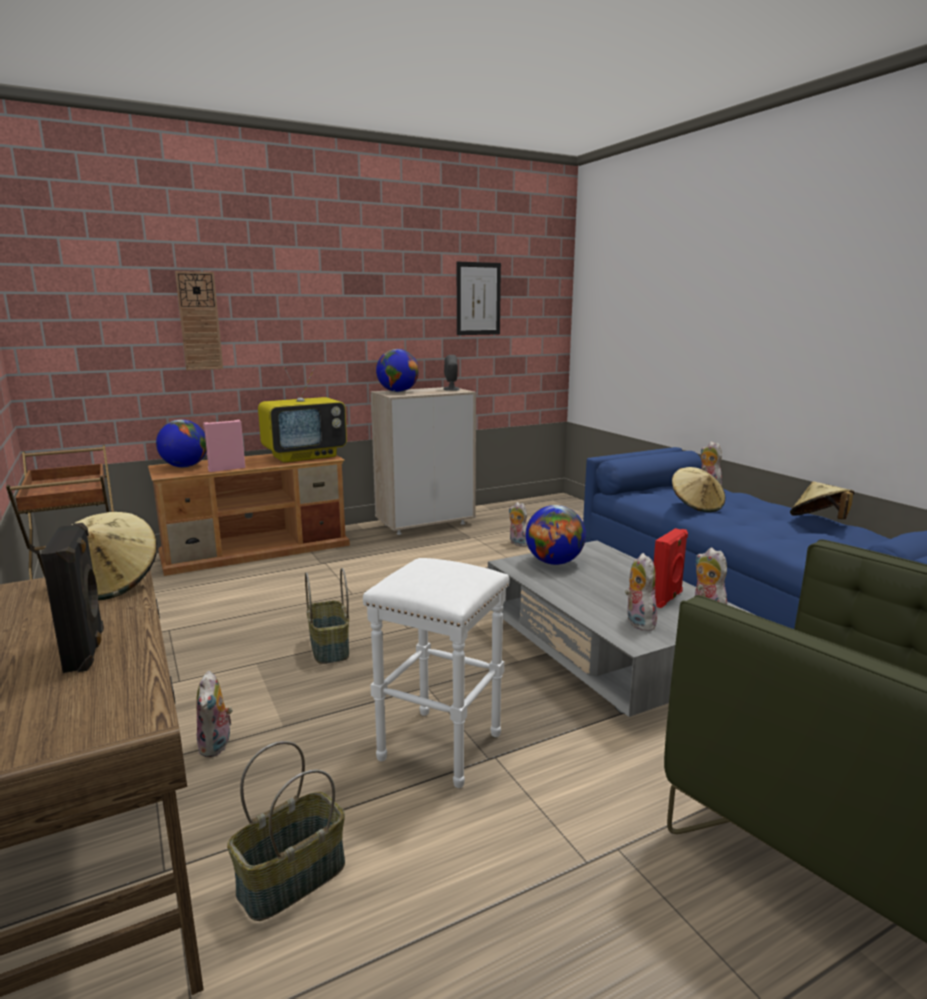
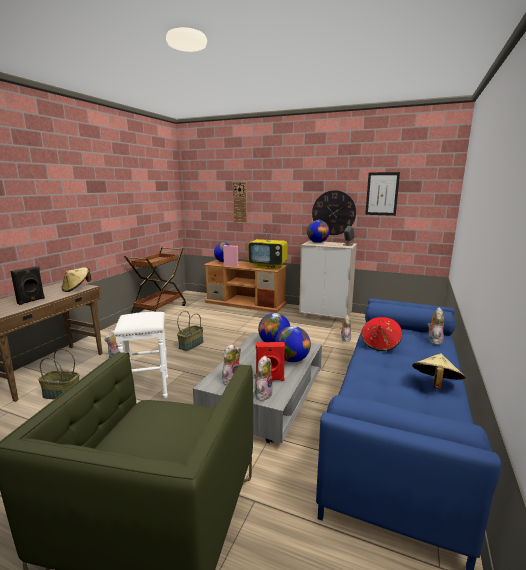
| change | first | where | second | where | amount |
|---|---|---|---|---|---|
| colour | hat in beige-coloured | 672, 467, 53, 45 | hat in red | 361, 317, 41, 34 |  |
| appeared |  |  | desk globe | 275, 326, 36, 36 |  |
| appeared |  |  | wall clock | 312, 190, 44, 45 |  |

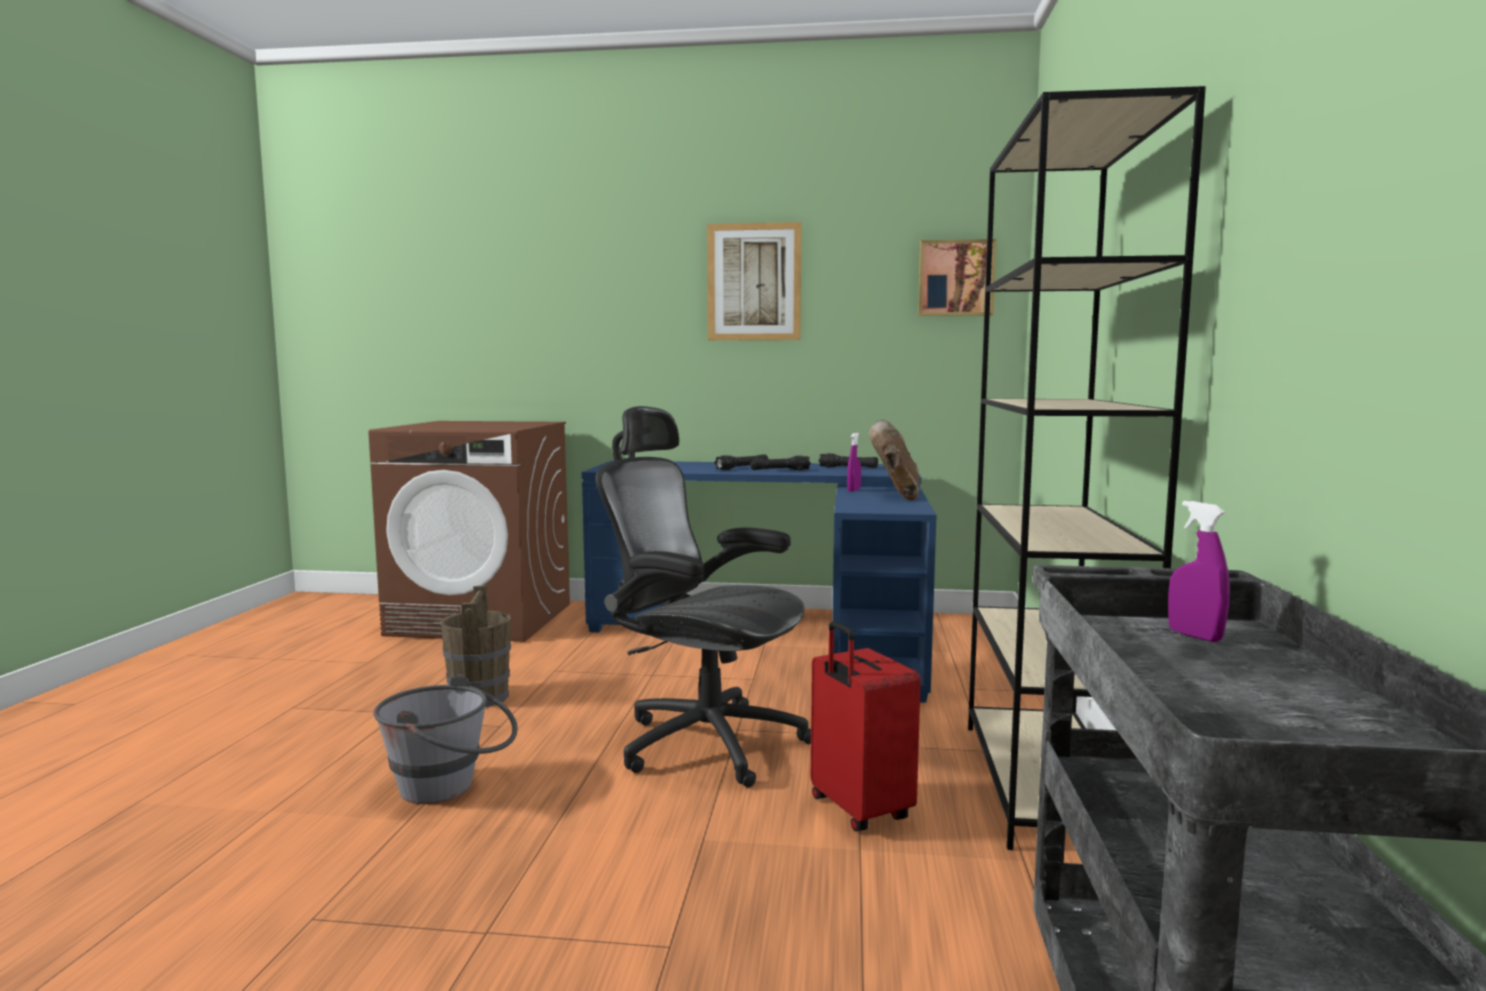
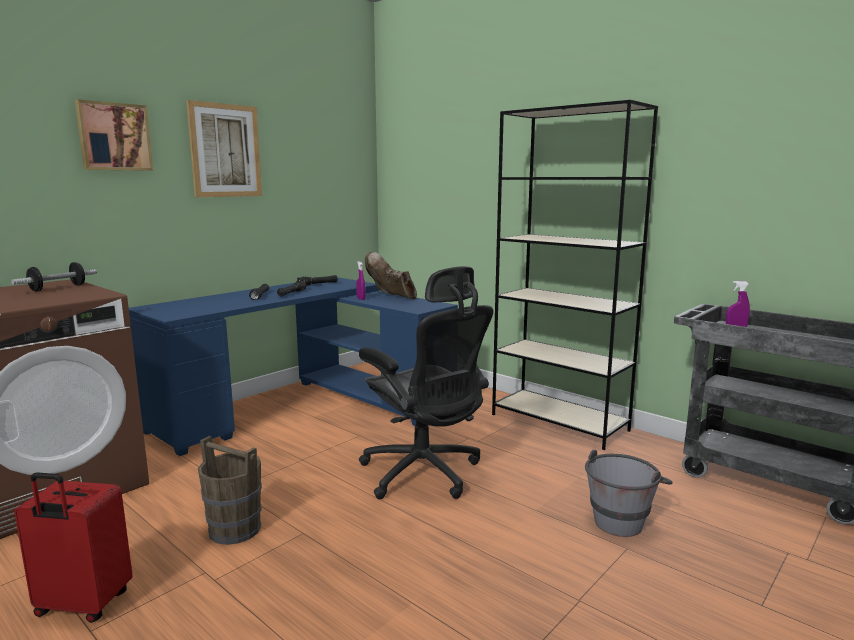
| change | first | where | second | where | amount |
|---|---|---|---|---|---|
| relocated | bucket in gray | 373, 674, 145, 130 |  | 585, 450, 88, 87 |  |
| spun | desk chair | 595, 406, 216, 382 |  | 359, 266, 134, 233 | 105 degrees counterclockwise |
| relocated | suitcase in red | 811, 621, 110, 210 |  | 14, 472, 119, 151 |  |
| relocated | wall picture | 918, 239, 79, 77 |  | 75, 99, 78, 72 |  |
| appeared |  |  | dumbbell | 11, 262, 86, 30 |  |

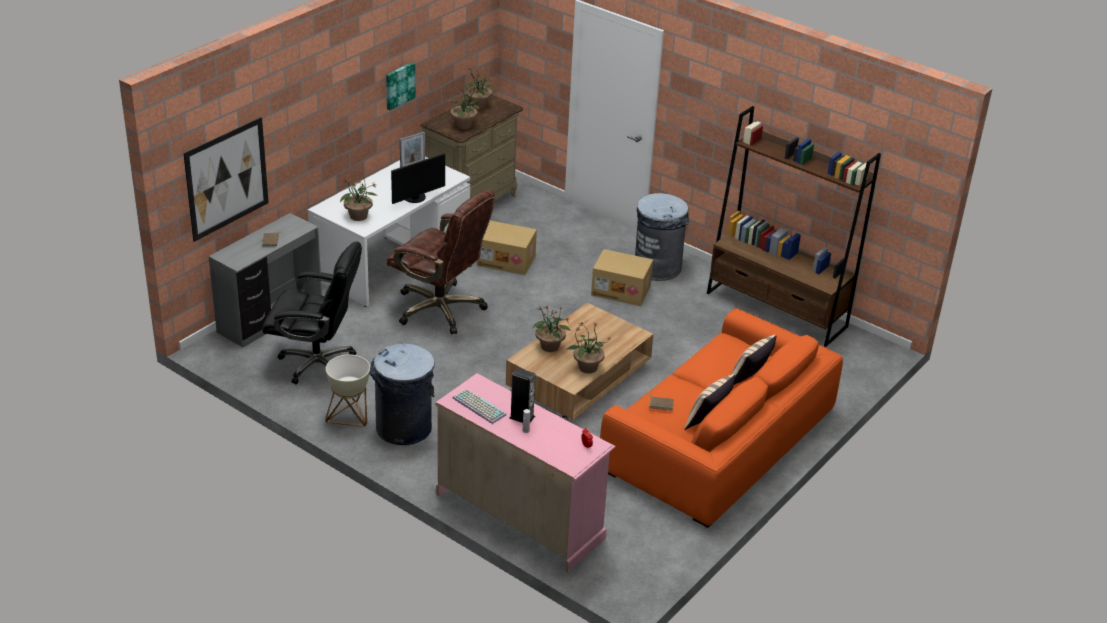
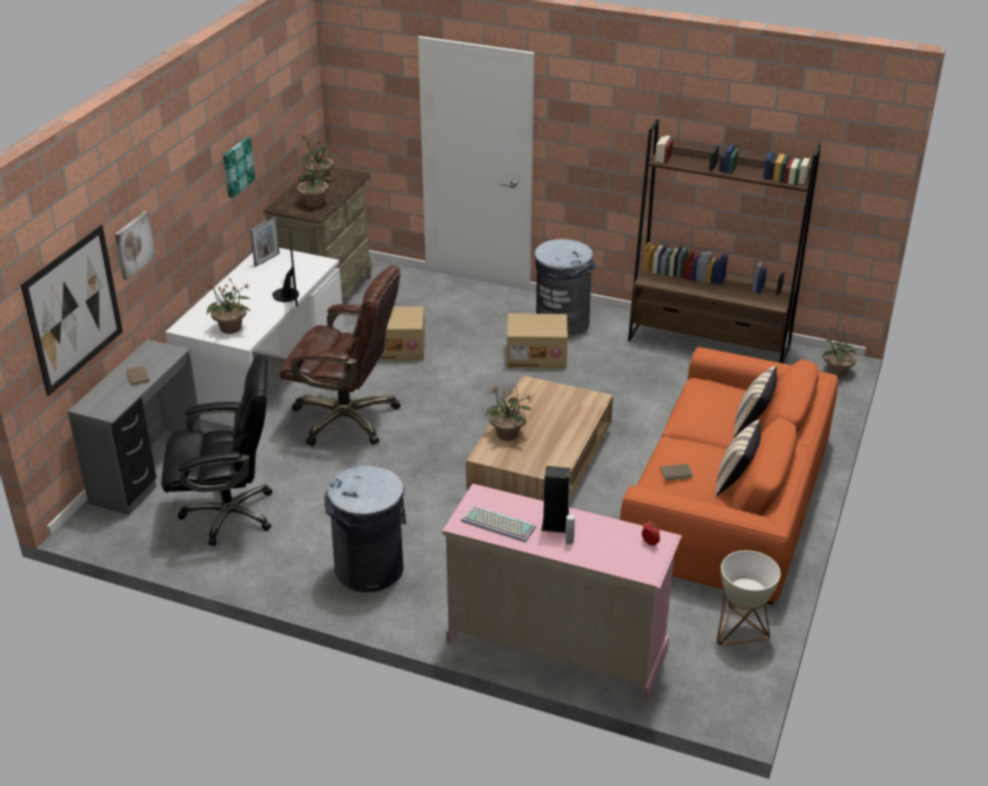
| change | first | where | second | where | amount |
|---|---|---|---|---|---|
| relocated | planter | 325, 354, 45, 73 |  | 717, 550, 64, 95 |  |
| spun | computer screen | 391, 153, 54, 51 |  | 272, 230, 27, 77 | 45 degrees counterclockwise |
| relocated | plant in a pot | 566, 321, 45, 52 |  | 821, 324, 41, 54 |  |
| appeared |  |  | wall picture | 115, 211, 41, 69 |  |

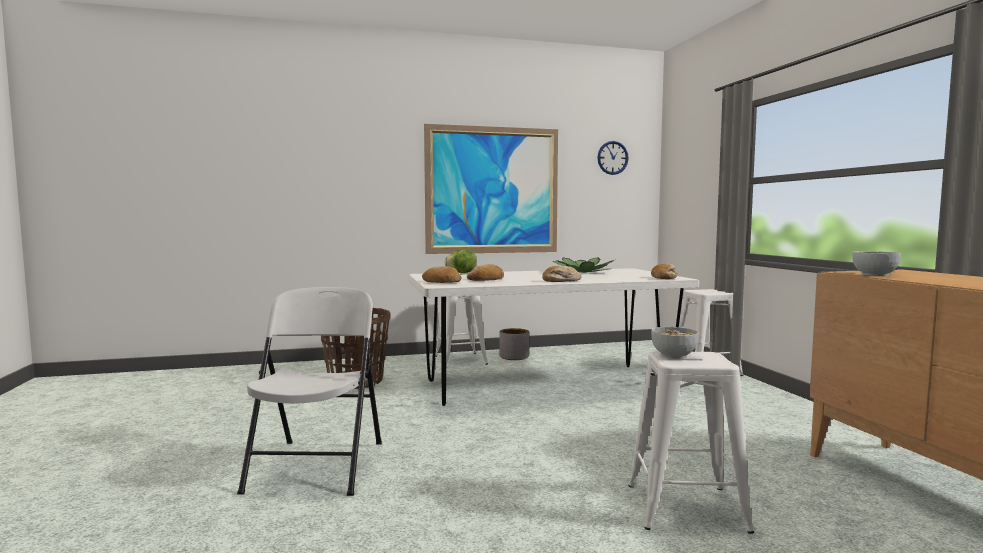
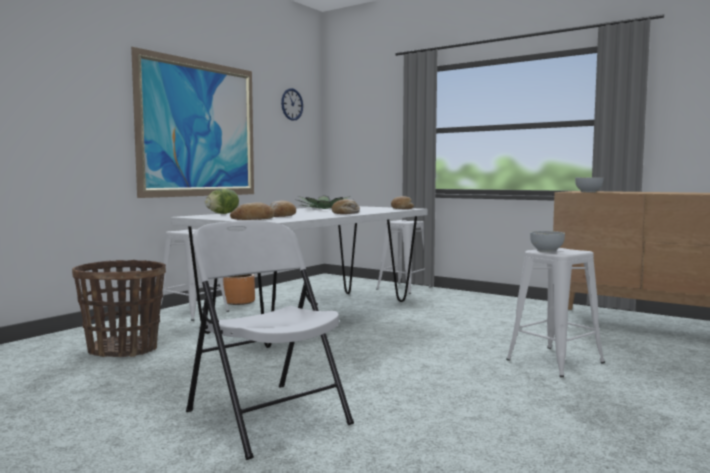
| change | first | where | second | where | amount |
|---|---|---|---|---|---|
| colour | planter in gray | 499, 328, 30, 32 | planter in orangey | 223, 274, 32, 31 |  |

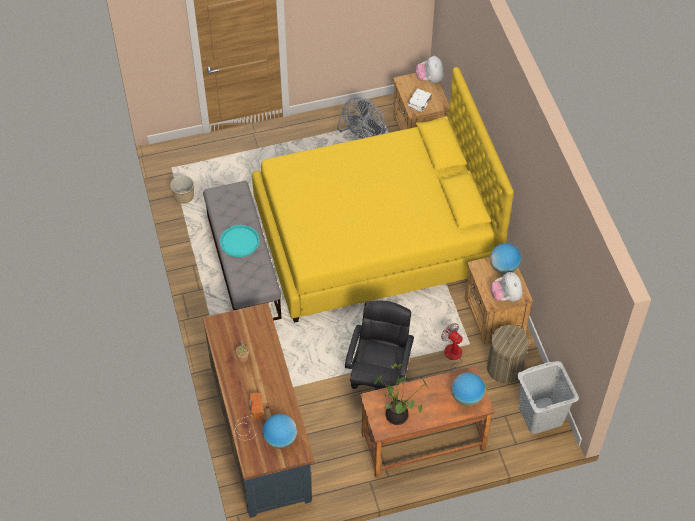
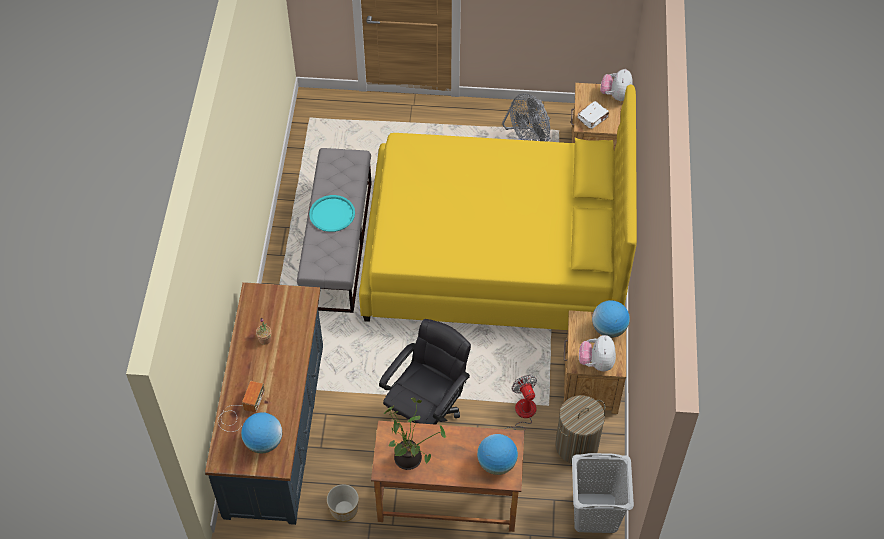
| change | first | where | second | where | amount |
|---|---|---|---|---|---|
| relocated | planter | 170, 175, 24, 29 |  | 327, 484, 32, 38 |  |

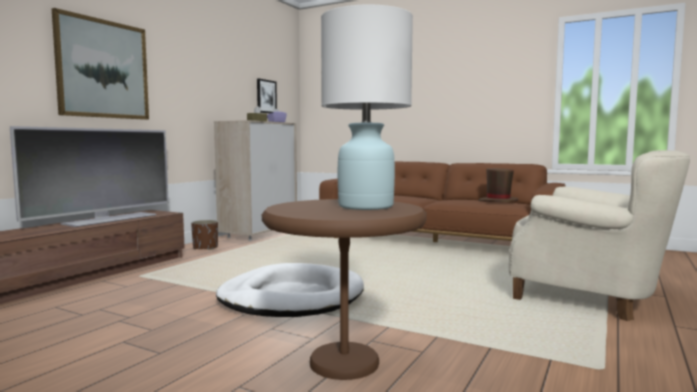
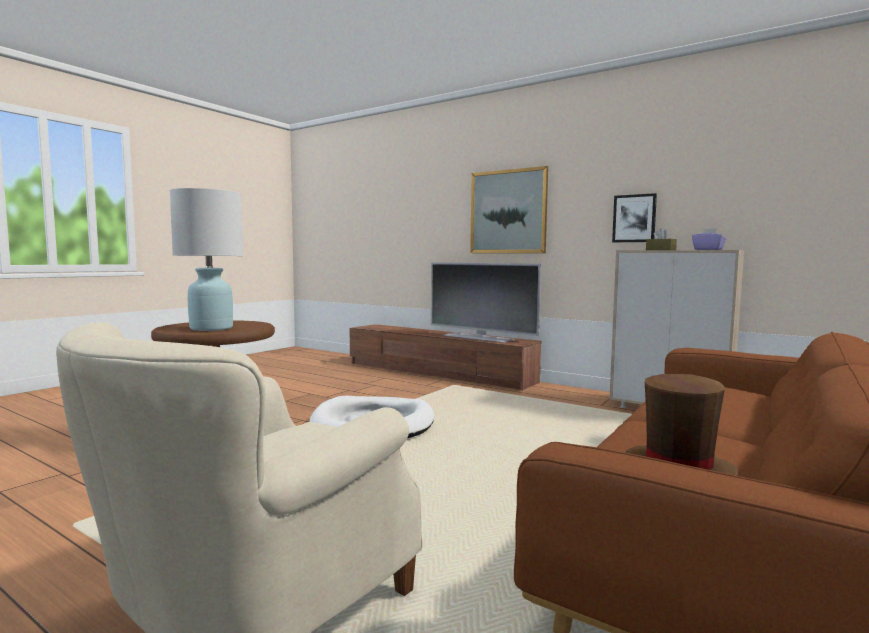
| change | first | where | second | where | amount |
|---|---|---|---|---|---|
| missing | planter in brown-coloured | 191, 220, 27, 30 |  |  |  |
| relocated | wall picture | 257, 78, 20, 35 |  | 612, 193, 45, 49 |  |

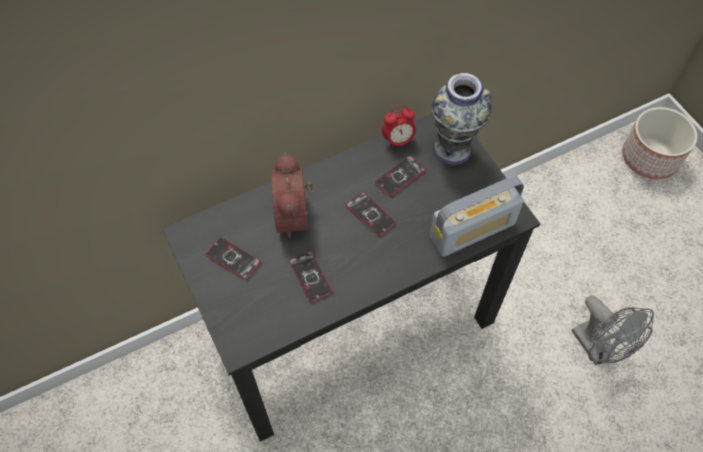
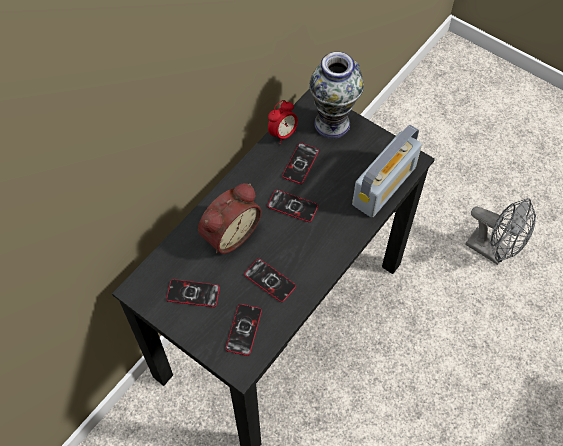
| change | first | where | second | where | amount |
|---|---|---|---|---|---|
| spun | table clock | 271, 153, 42, 85 |  | 198, 183, 64, 71 | 105 degrees counterclockwise |
| missing | planter | 623, 107, 74, 72 |  |  |  |
| appeared |  |  | telephone | 225, 304, 37, 52 |  |

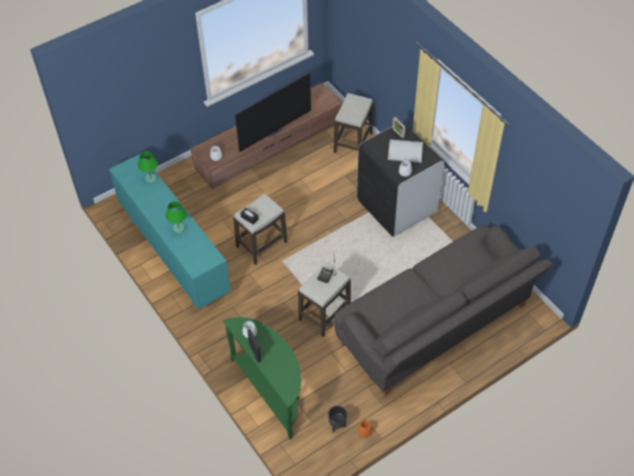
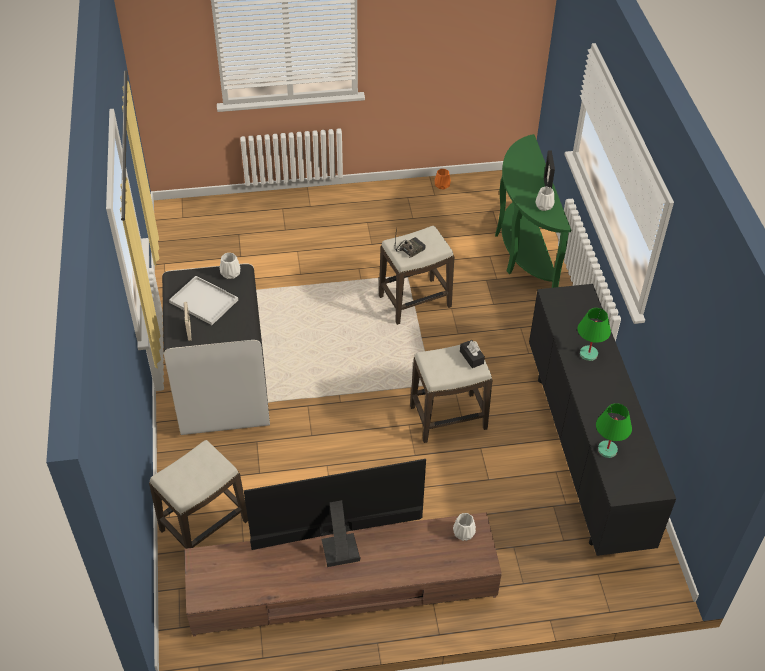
| change | first | where | second | where | amount |
|---|---|---|---|---|---|
| colour | storage cabinet in turquoise | 109, 154, 122, 155 | storage cabinet in blackish | 529, 284, 147, 272 |  |
| missing | planter in blackish | 328, 406, 19, 26 |  |  |  |
| missing | settee in gray | 334, 225, 219, 171 |  |  |  |

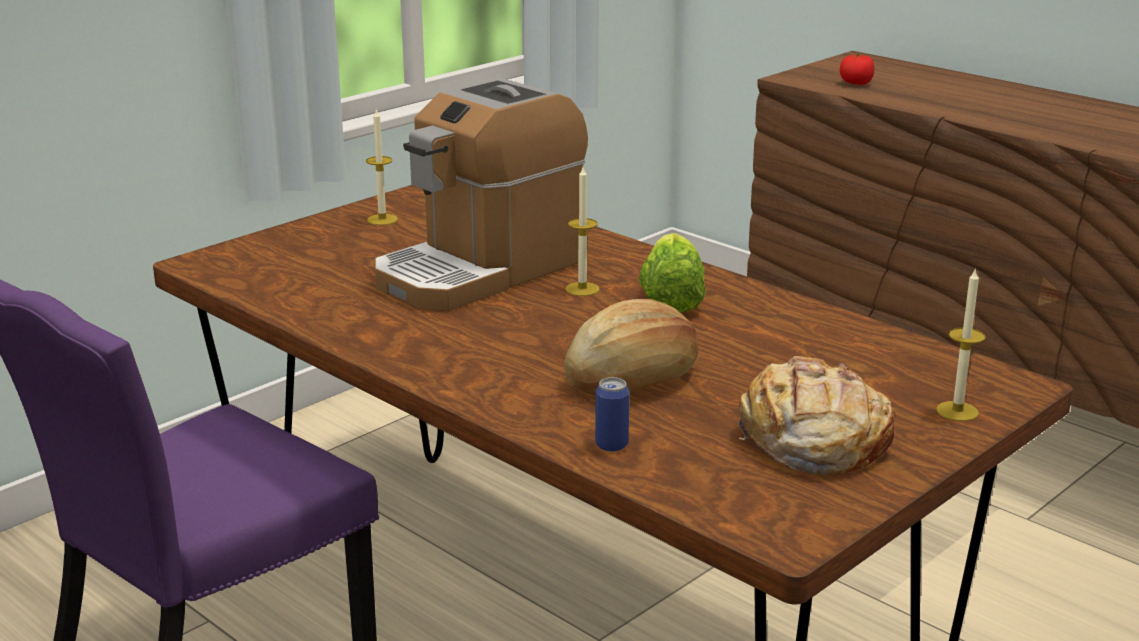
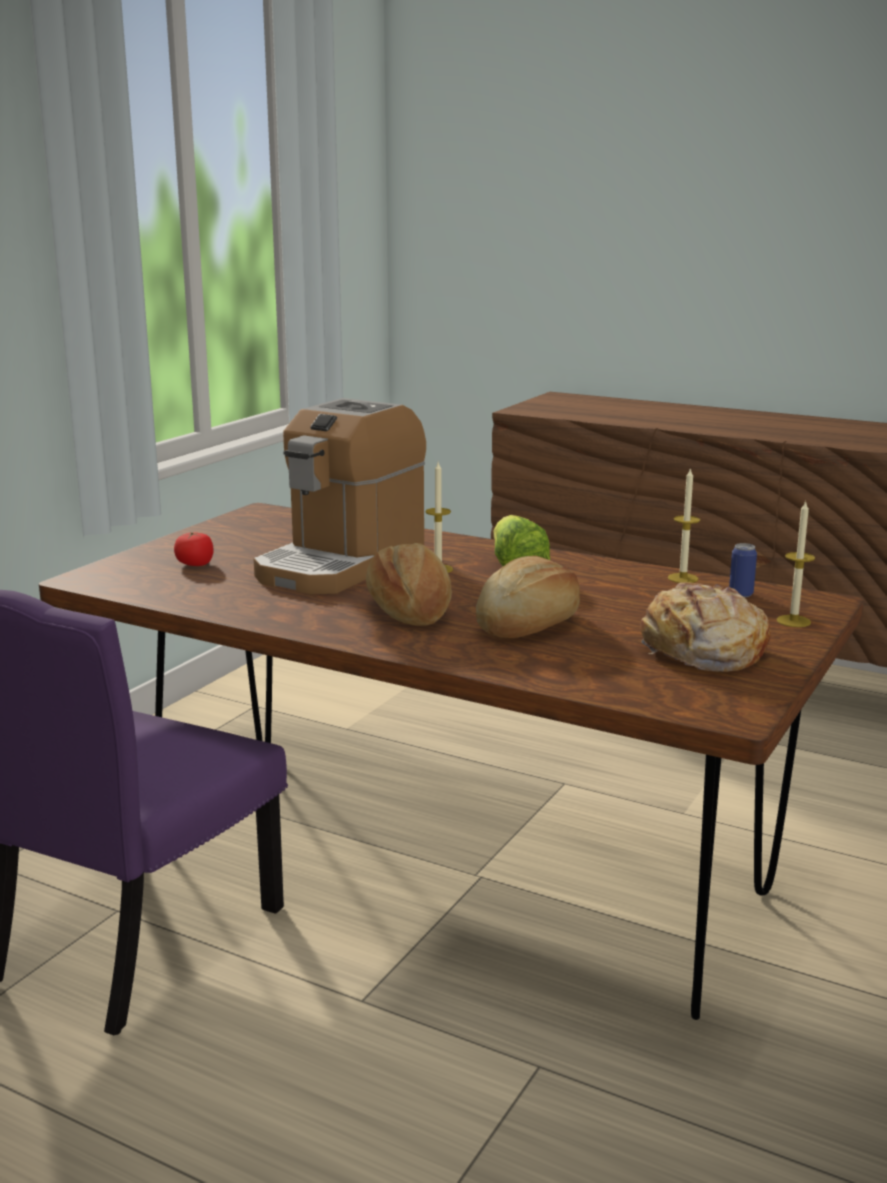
| change | first | where | second | where | amount |
|---|---|---|---|---|---|
| relocated | wax candle | 366, 109, 32, 116 |  | 668, 467, 32, 116 |  |
| relocated | sealed can | 595, 377, 35, 75 |  | 729, 543, 28, 54 |  |
| relocated | fresh tomato | 840, 54, 34, 31 |  | 174, 532, 40, 34 |  |
| appeared |  |  | baked bread | 366, 543, 86, 83 |  |

